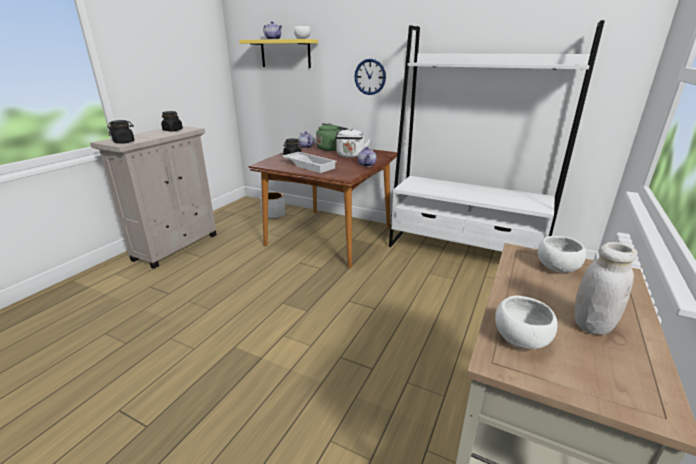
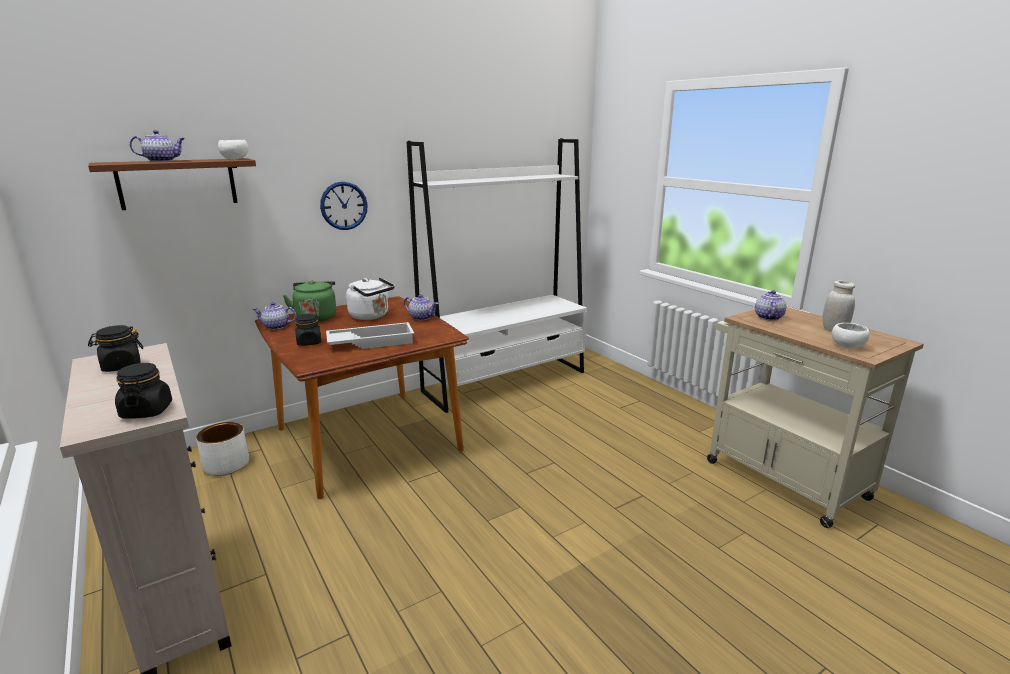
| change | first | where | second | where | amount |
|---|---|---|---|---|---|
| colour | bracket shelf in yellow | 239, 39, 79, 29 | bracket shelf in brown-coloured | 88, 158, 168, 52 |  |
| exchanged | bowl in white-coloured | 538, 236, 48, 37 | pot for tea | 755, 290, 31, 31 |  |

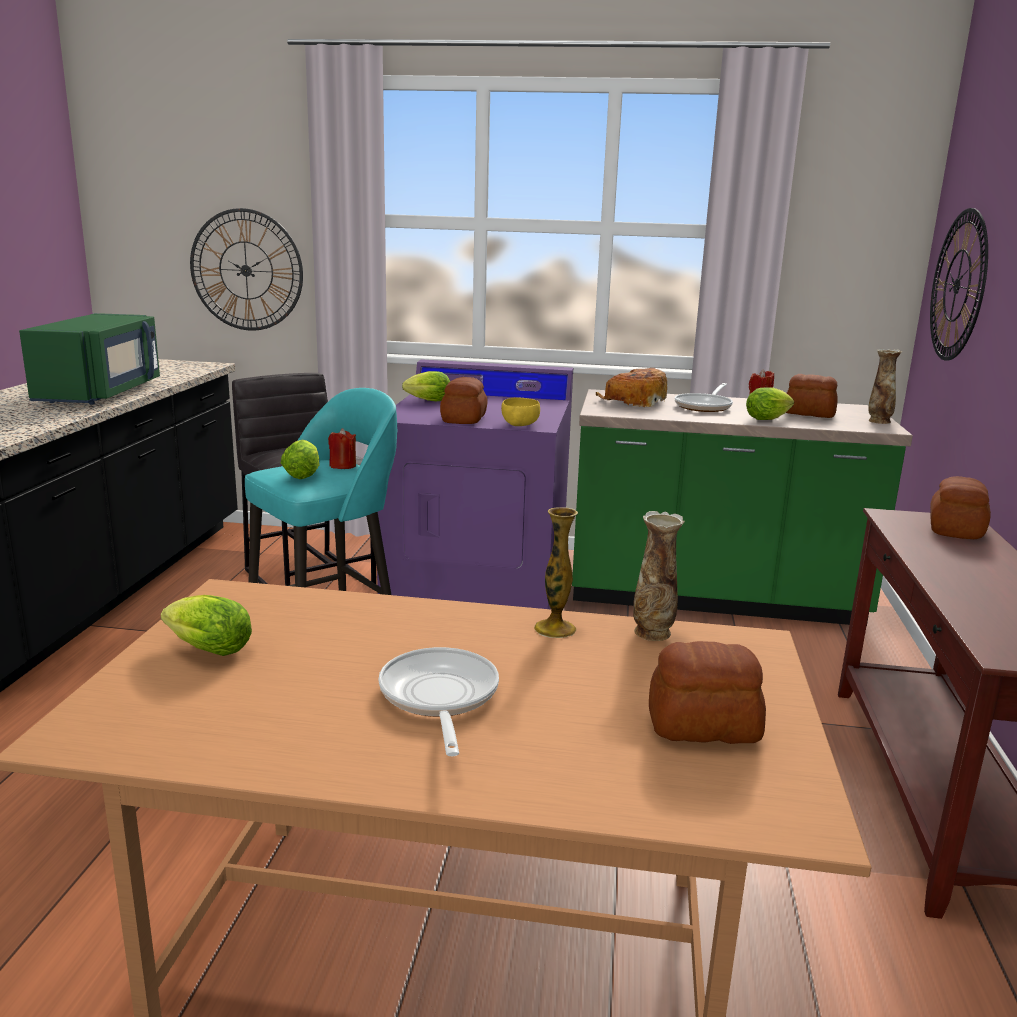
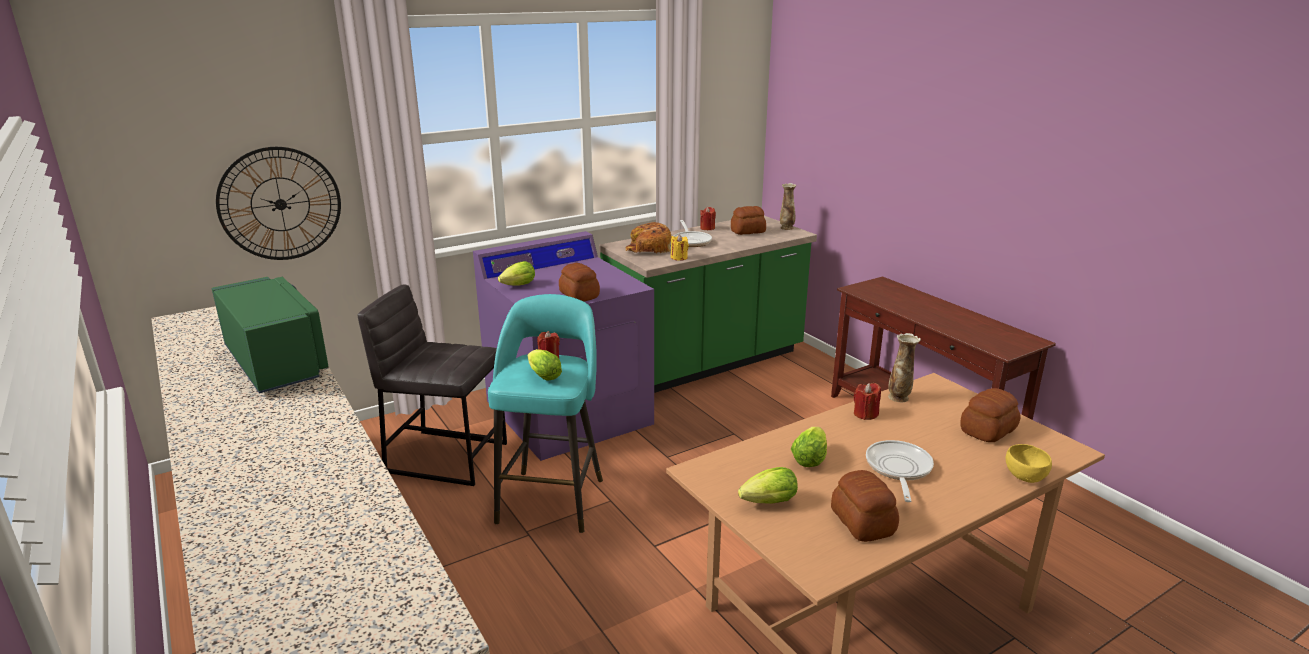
| change | first | where | second | where | amount |
|---|---|---|---|---|---|
| spun | frying pan | 379, 647, 120, 109 |  | 866, 440, 68, 62 | 60 degrees clockwise |
| relocated | bowl in yellow | 501, 398, 39, 28 |  | 1006, 444, 46, 39 |  |
| exchanged | vase | 534, 507, 44, 131 | wax candle in red | 854, 383, 27, 37 |  |
| relocated | head of lettuce | 746, 387, 48, 33 |  | 791, 427, 36, 40 |  |
| missing | wall clock | 930, 208, 58, 153 |  |  |  |
| relocated | baked bread | 930, 476, 61, 63 |  | 831, 470, 68, 72 |  |
| appeared |  |  | wax candle in yellow | 671, 235, 18, 26 |  |

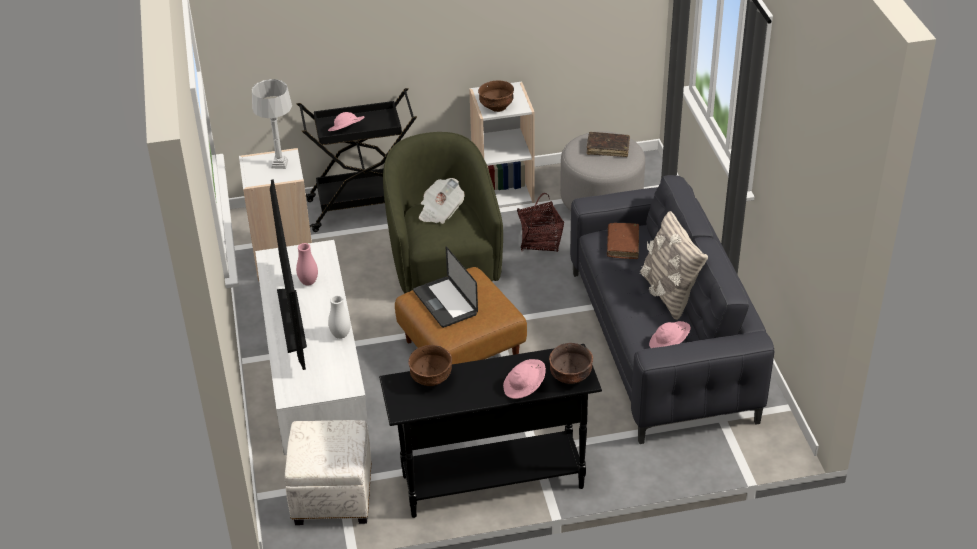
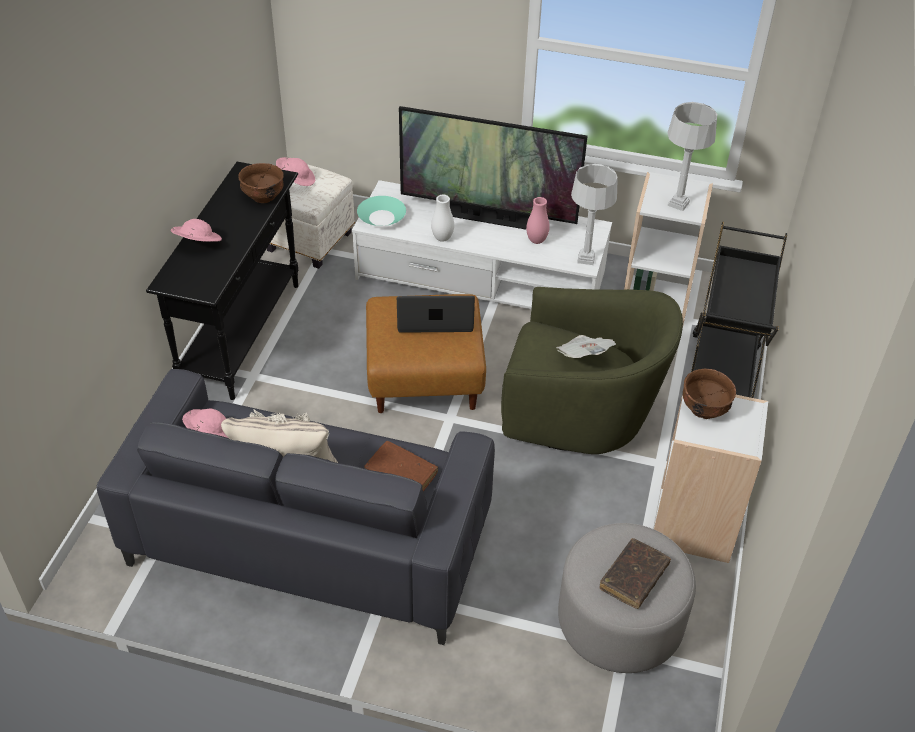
| change | first | where | second | where | amount |
|---|---|---|---|---|---|
| relocated | hat in pinkish | 328, 112, 36, 19 |  | 276, 157, 39, 29 |  |
| missing | storage basket | 517, 193, 47, 59 |  |  |  |
| missing | bowl in brown-coloured | 549, 343, 44, 41 |  |  |  |
| appeared |  |  | bowl in turquoise | 357, 196, 49, 30 |  |
| appeared |  |  | tabletop lamp in gray | 571, 164, 47, 101 |  |

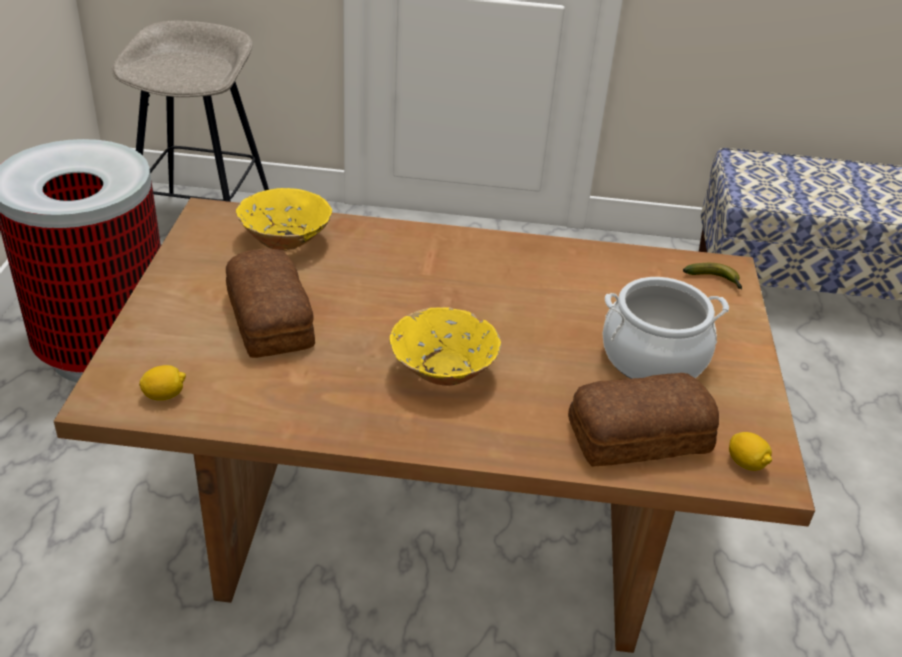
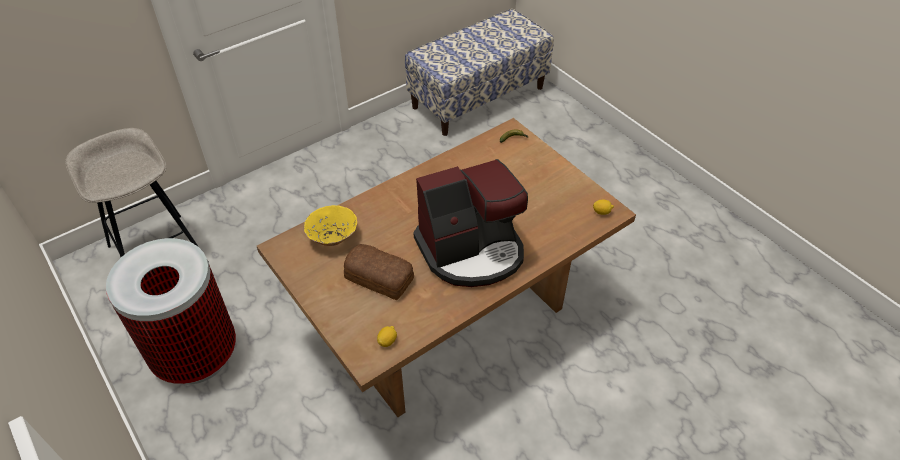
| change | first | where | second | where | amount |
|---|---|---|---|---|---|
| exchanged | bowl in yellow | 390, 307, 112, 79 | coffee maker | 414, 159, 114, 128 |  |
| missing | baked bread | 568, 373, 151, 94 |  |  |  |
| missing | cooking pot | 602, 277, 127, 102 |  |  |  |

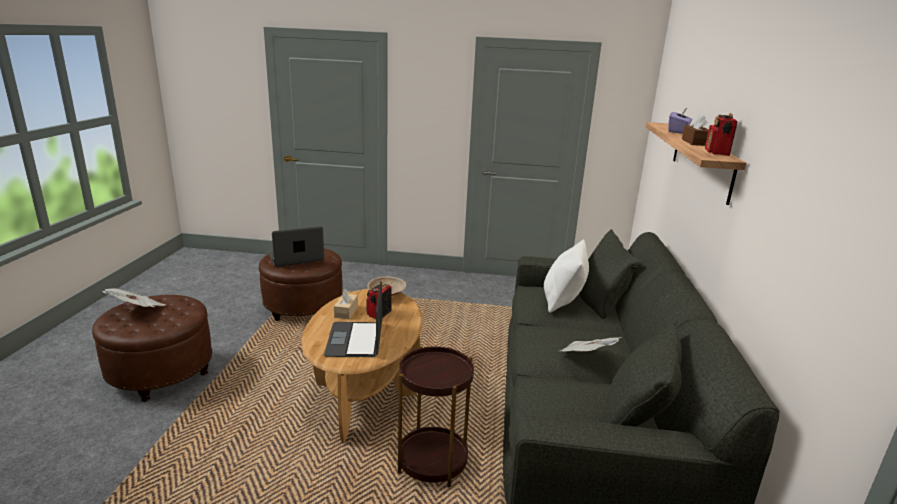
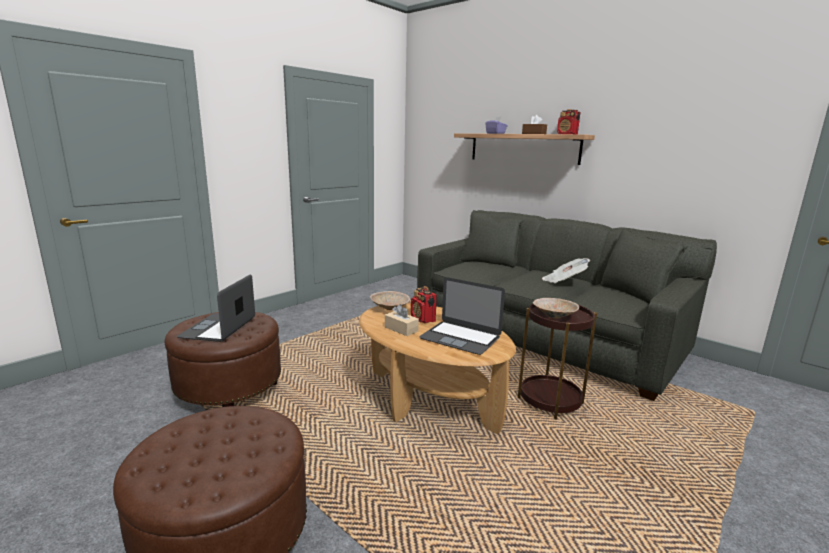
| change | first | where | second | where | amount |
|---|---|---|---|---|---|
| missing | daily paper | 102, 288, 64, 19 |  |  |  |
| missing | pillow in white-coloured | 544, 239, 45, 74 |  |  |  |
| appeared |  |  | bowl in beige-coloured | 533, 298, 46, 21 |  |

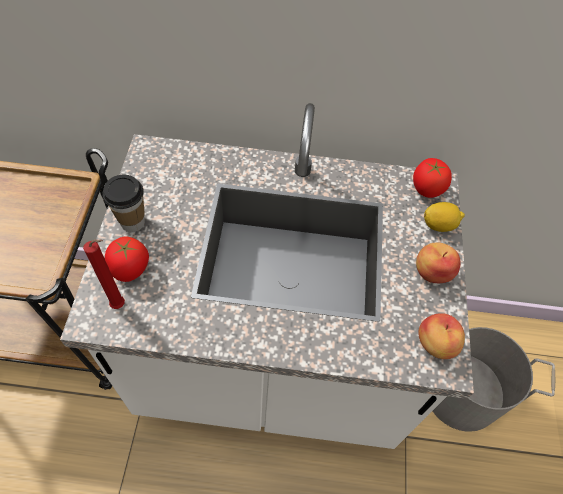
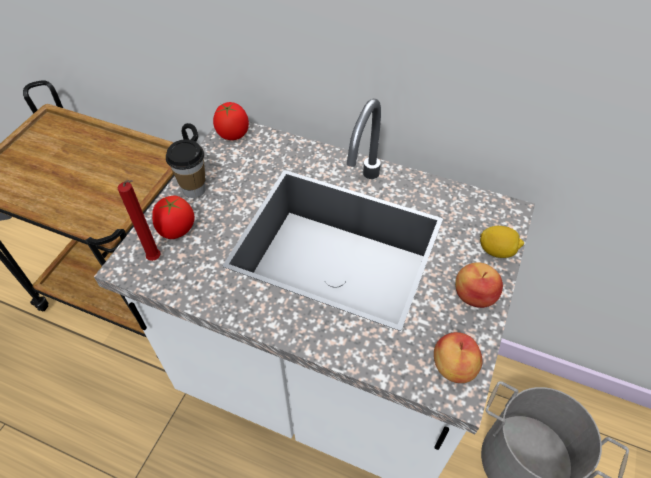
| change | first | where | second | where | amount |
|---|---|---|---|---|---|
| relocated | fresh tomato | 413, 158, 39, 40 |  | 213, 102, 36, 38 |  |

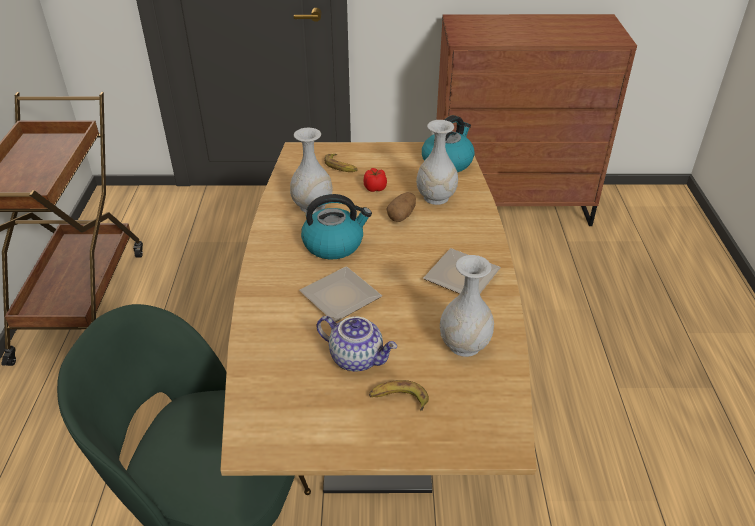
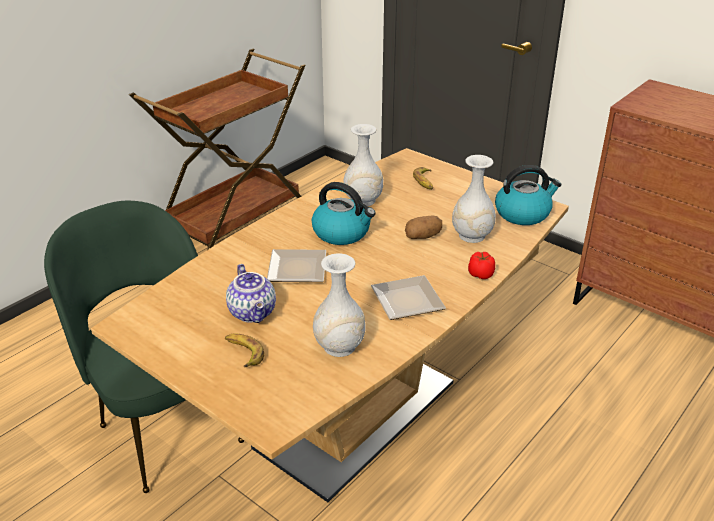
| change | first | where | second | where | amount |
|---|---|---|---|---|---|
| relocated | fresh tomato | 364, 168, 23, 24 |  | 468, 252, 27, 27 |  |

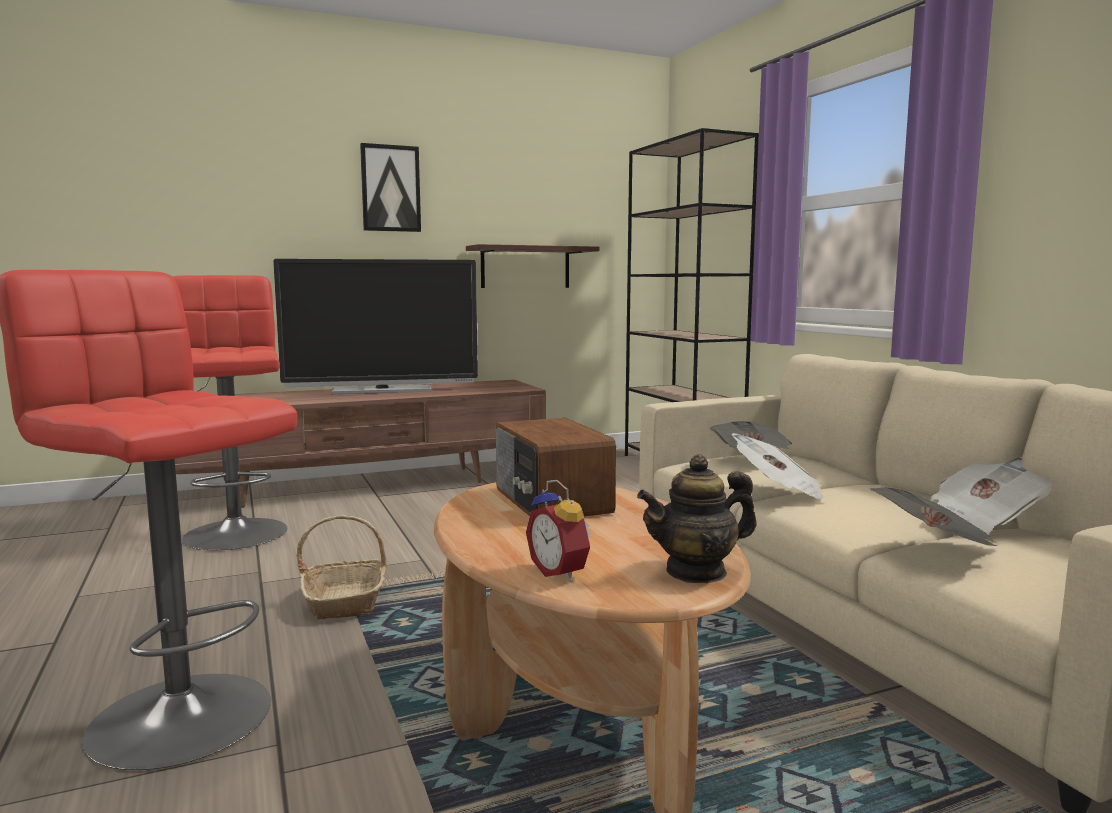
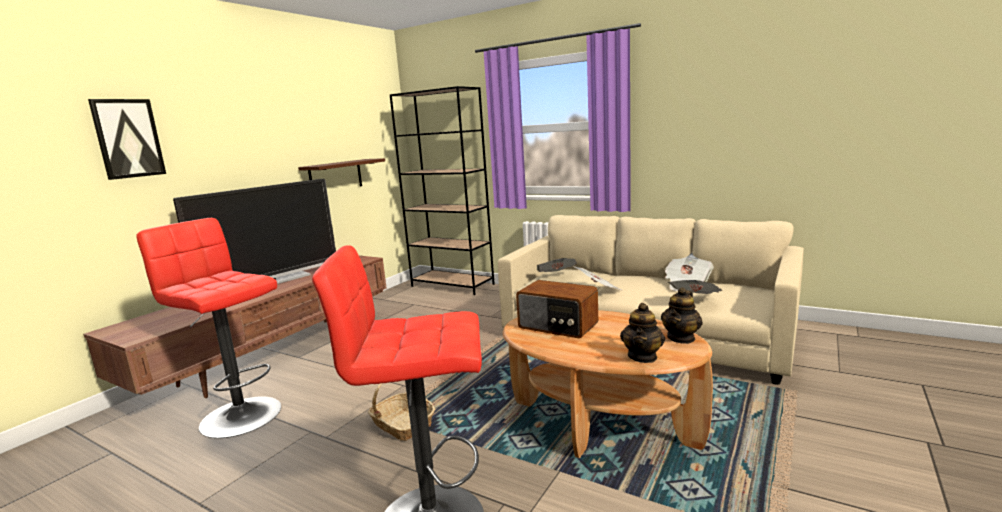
| change | first | where | second | where | amount |
|---|---|---|---|---|---|
| relocated | wall picture | 360, 143, 61, 89 |  | 88, 99, 78, 81 |  |
| exchanged | table clock | 526, 480, 65, 102 | pot for tea | 620, 303, 45, 60 |  |

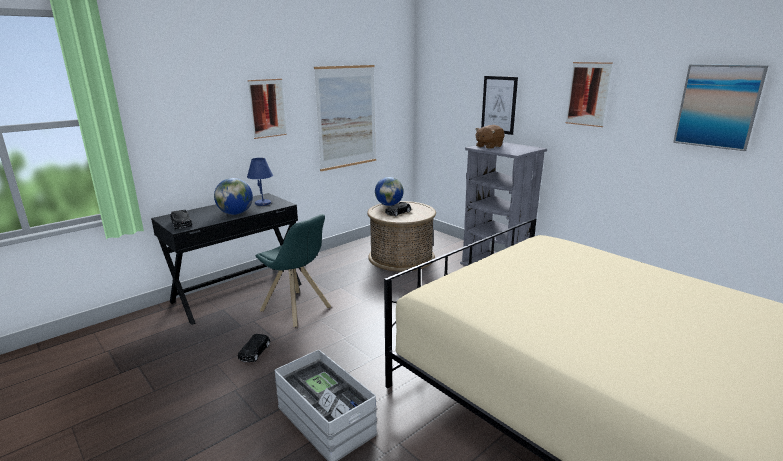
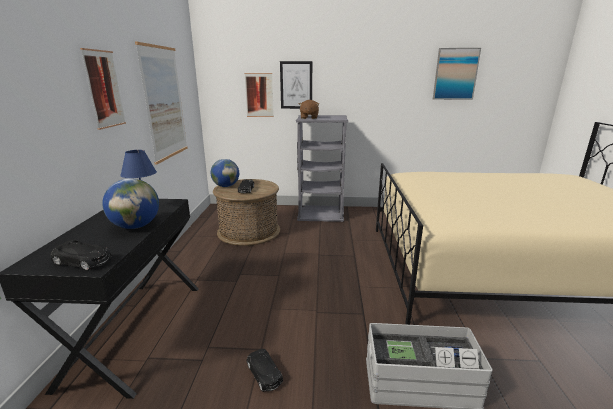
| change | first | where | second | where | amount |
|---|---|---|---|---|---|
| missing | plain chair in turquoise | 256, 214, 75, 113 |  |  |  |
| relocated | wall picture | 566, 62, 47, 65 |  | 244, 73, 30, 44 |  |

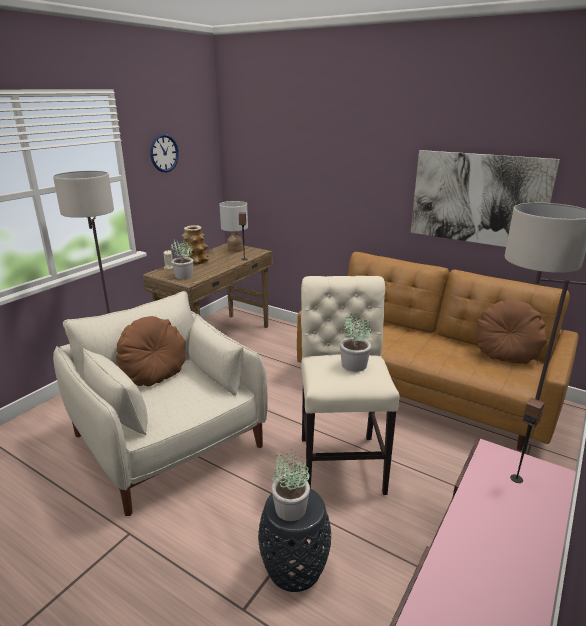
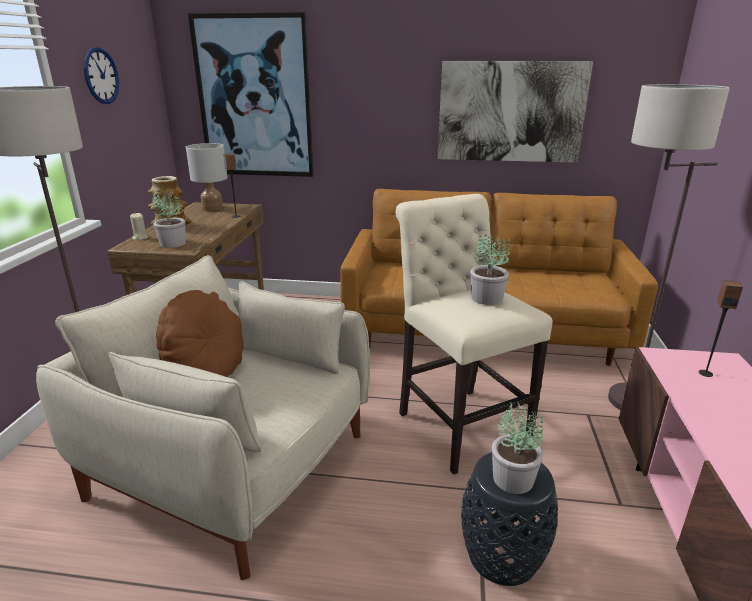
| change | first | where | second | where | amount |
|---|---|---|---|---|---|
| missing | pillow in brown-coloured | 476, 300, 71, 64 |  |  |  |
| appeared |  |  | wall picture | 188, 12, 126, 165 |  |

